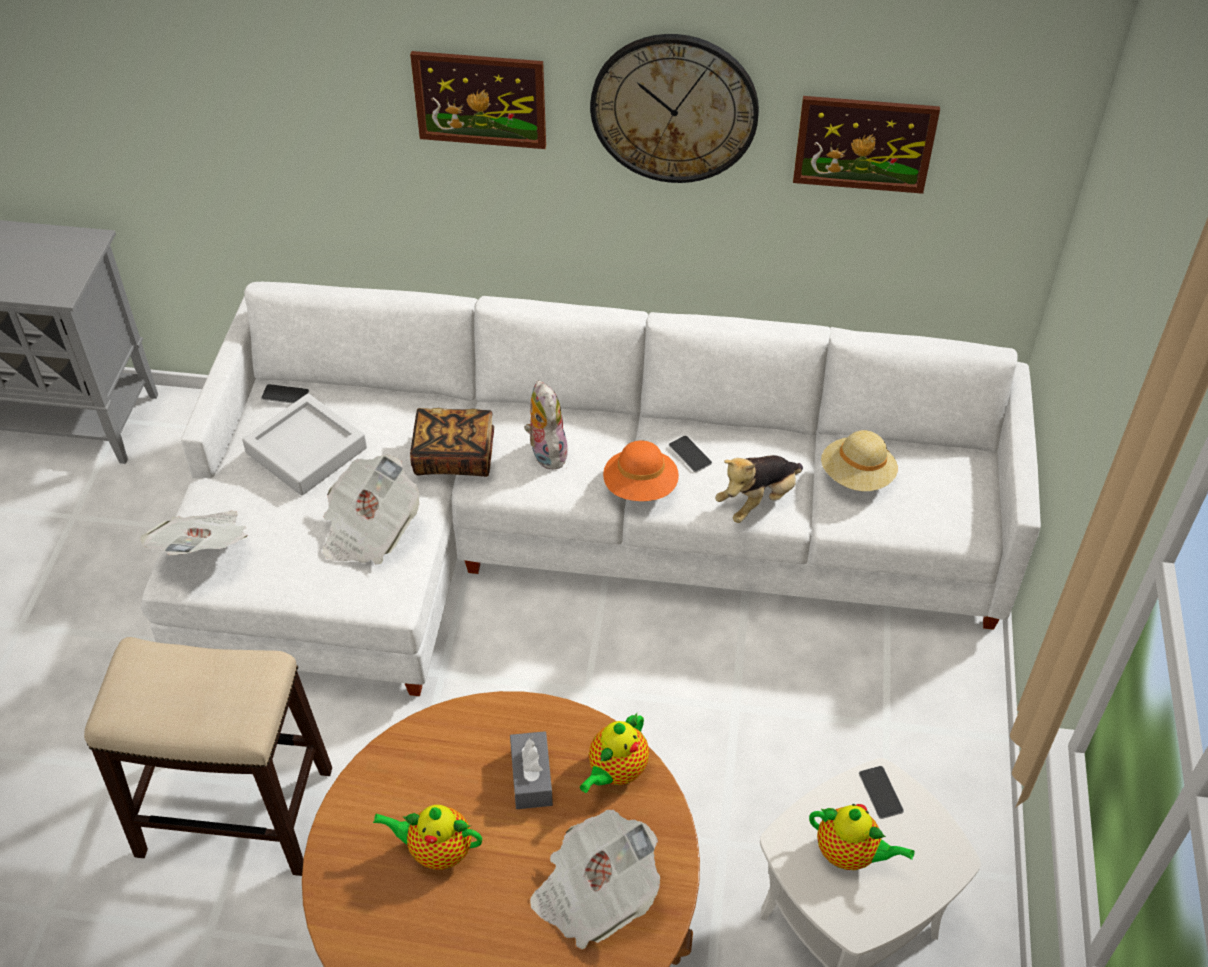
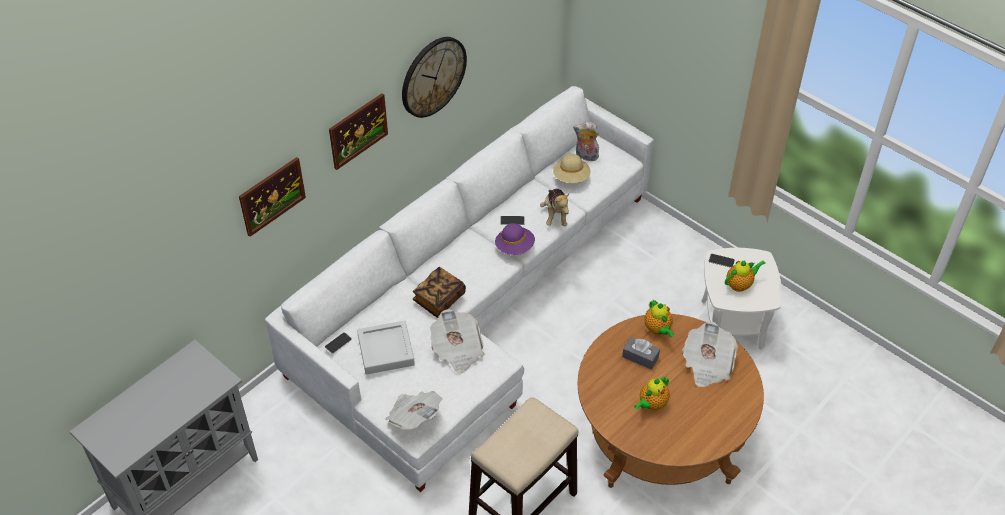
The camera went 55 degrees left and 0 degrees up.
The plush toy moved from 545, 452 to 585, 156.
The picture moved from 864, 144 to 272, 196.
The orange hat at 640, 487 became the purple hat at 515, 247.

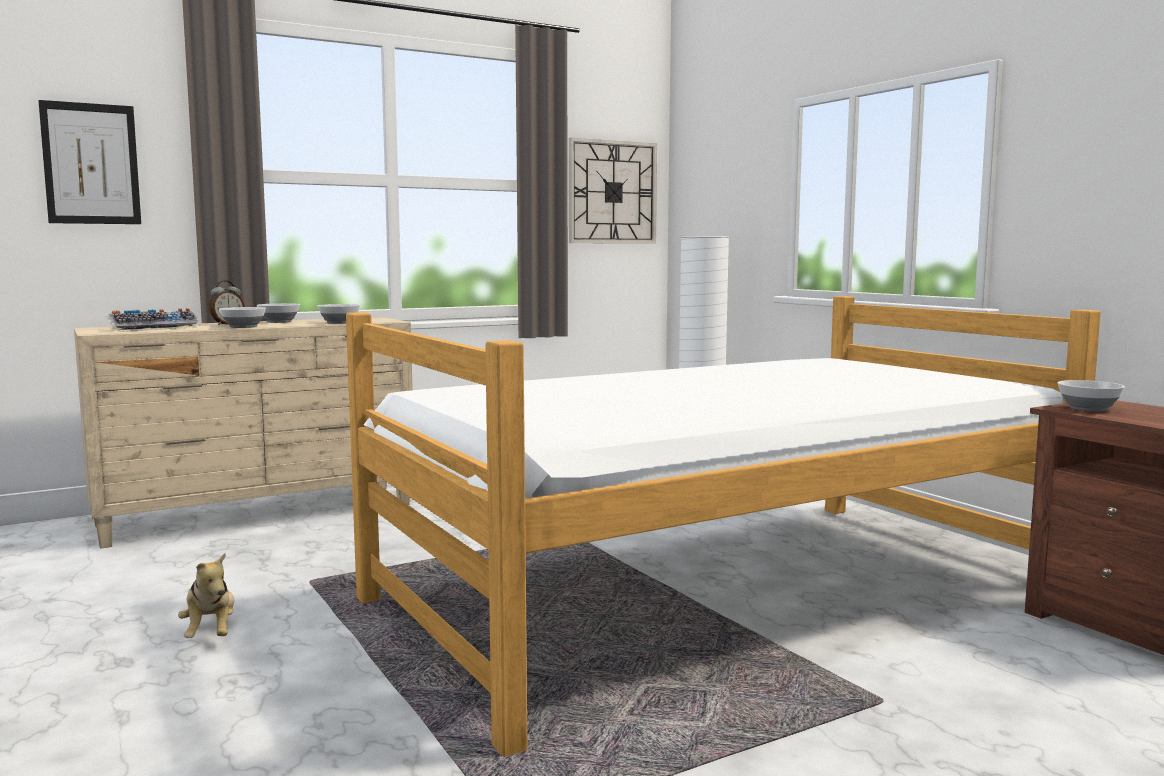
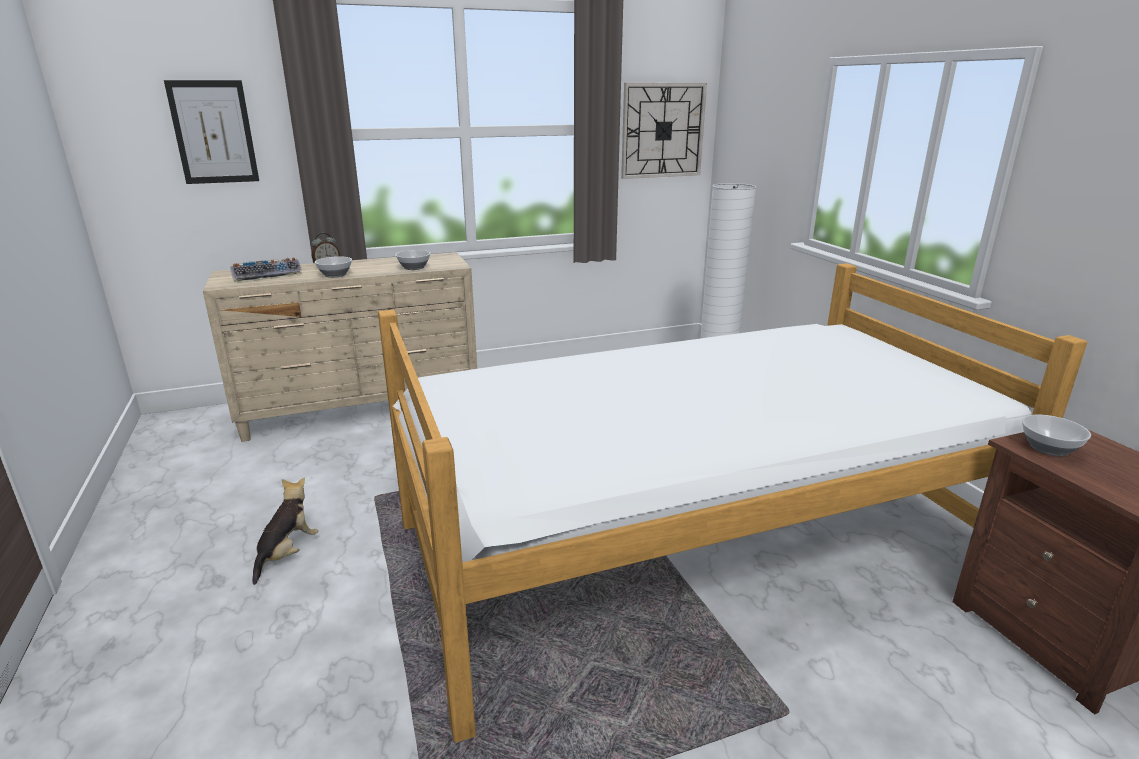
The camera went 10 degrees right and 15 degrees up.
The bowl at 280, 322 disappeared.
The plush toy at 211, 633 turned 150 degrees counterclockwise.

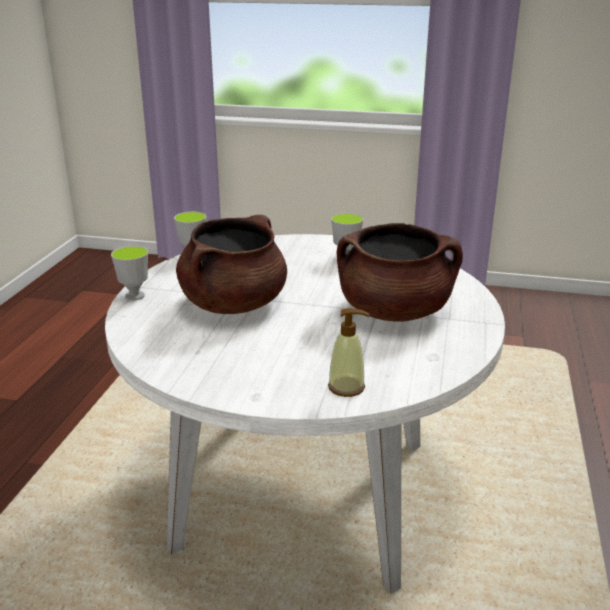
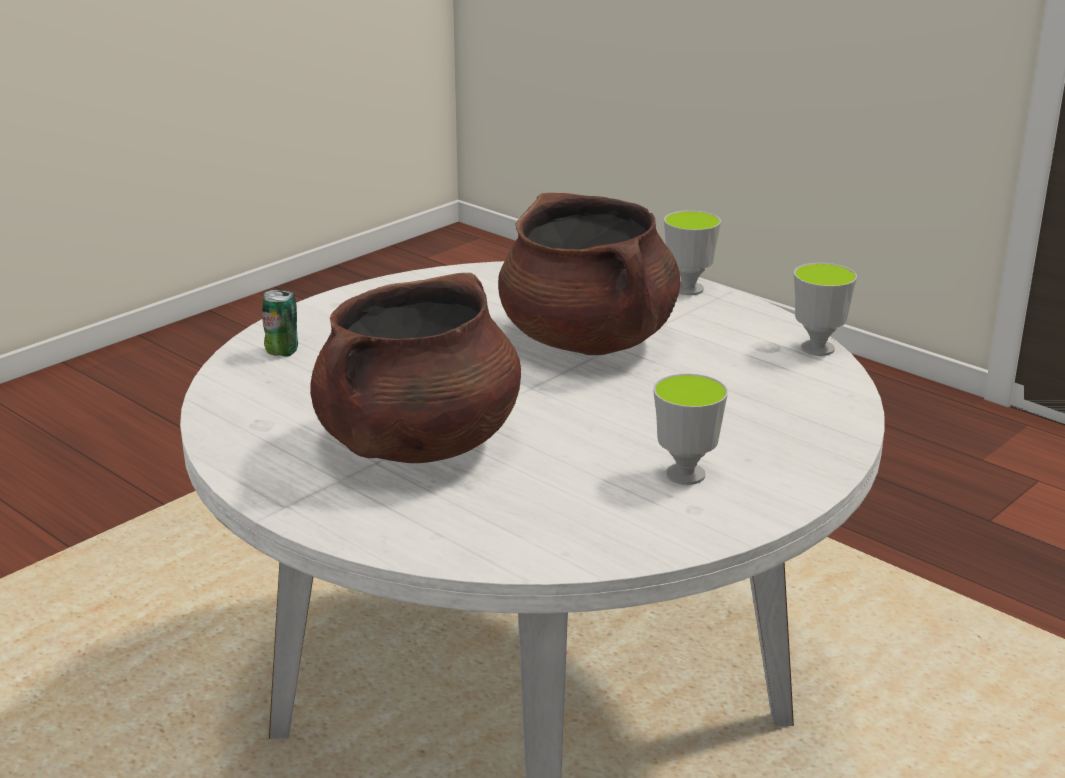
The camera went 120 degrees right and 0 degrees up.
The soap dispenser at 346, 387 was replaced by the can at 282, 351.

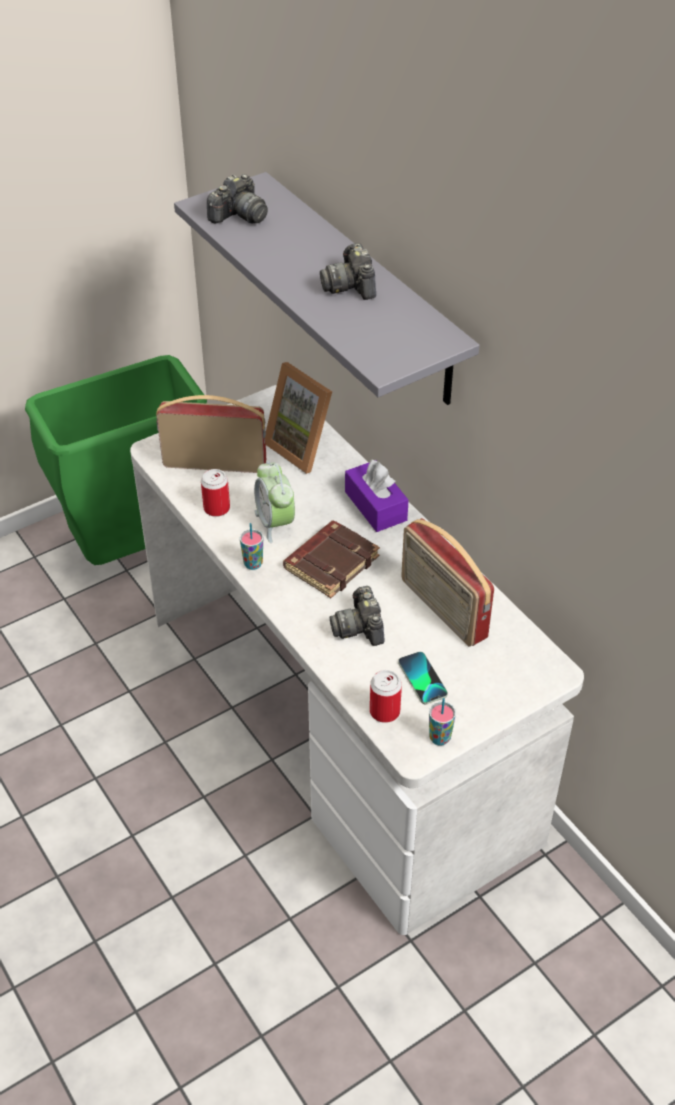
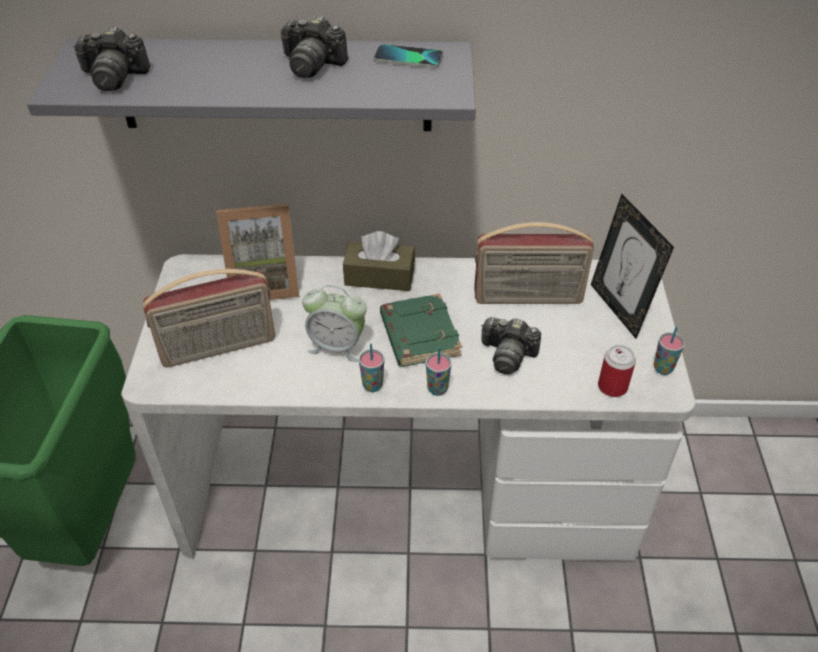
The camera went 55 degrees left and 0 degrees up.
The can at 216, 508 disappeared.
The cup at 437, 389 appeared.
The picture frame at 618, 309 appeared.
The phone moved from 422, 679 to 408, 58.
The brown book at 331, 562 became the green book at 418, 335.
The purple tissue box at 375, 506 became the brown tissue box at 379, 276.
The radio at 215, 463 turned 150 degrees counterclockwise.
The photo camera at 239, 216 turned 105 degrees clockwise.

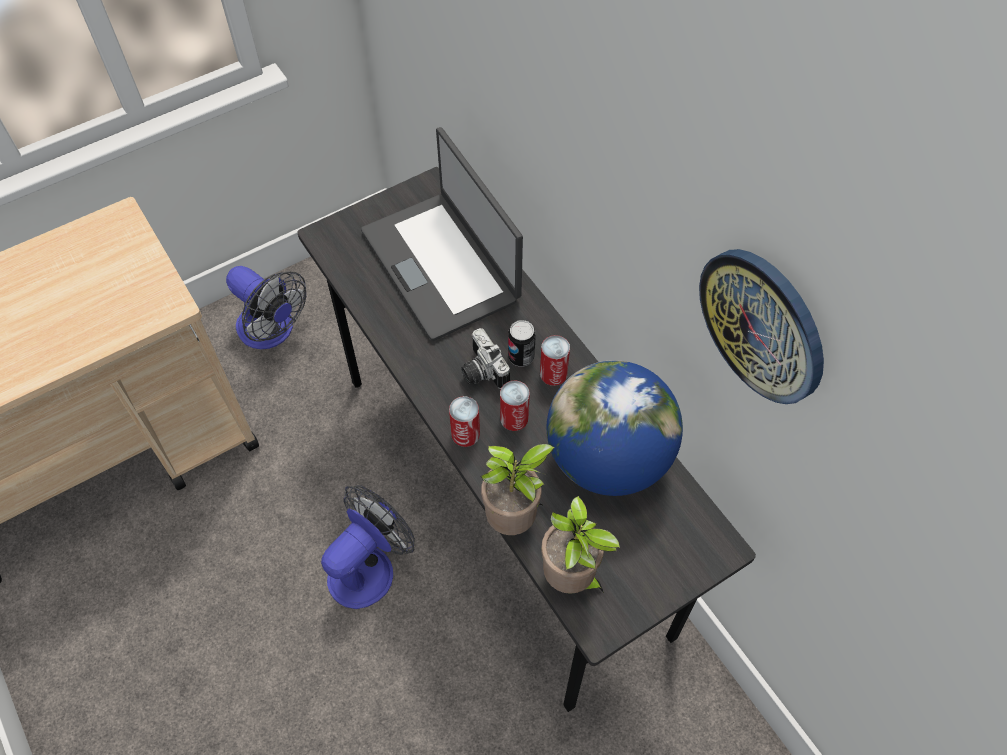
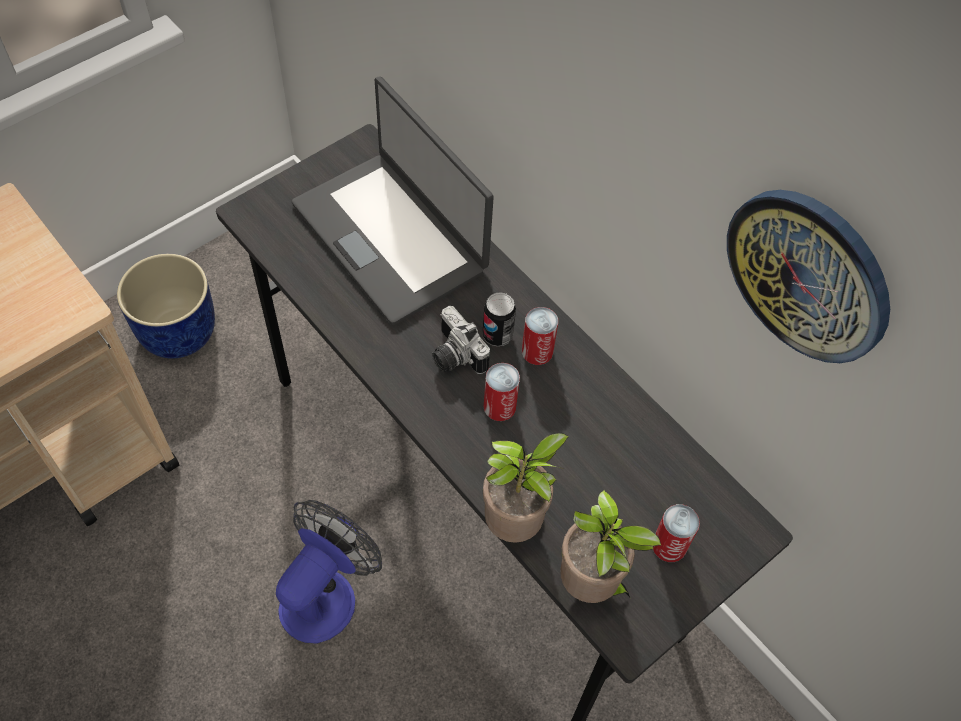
The camera went 10 degrees left and 0 degrees up.
The globe at 608, 458 disappeared.
The can moved from 465, 434 to 669, 545.
The fan at 272, 331 was replaced by the blue planter at 178, 330.

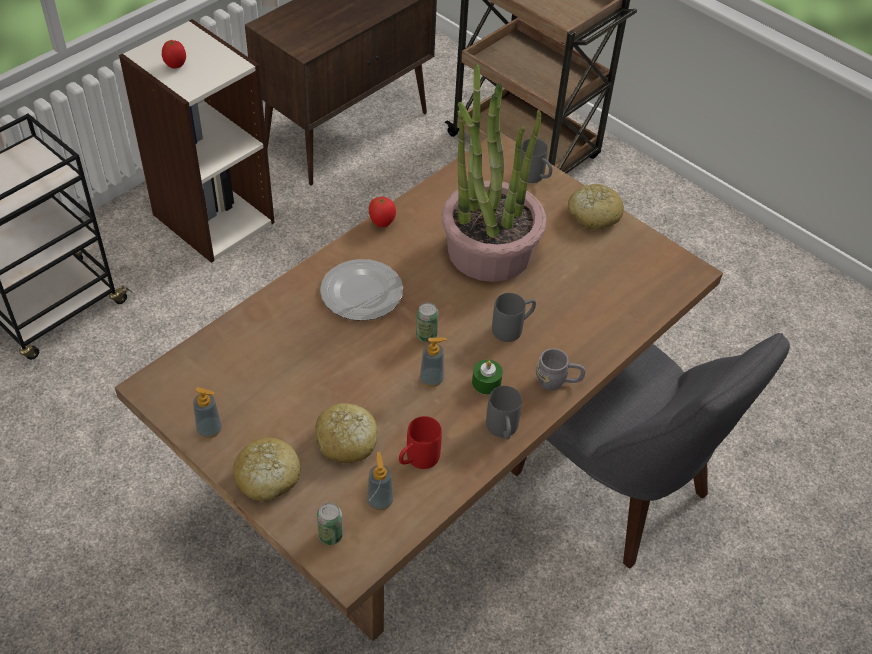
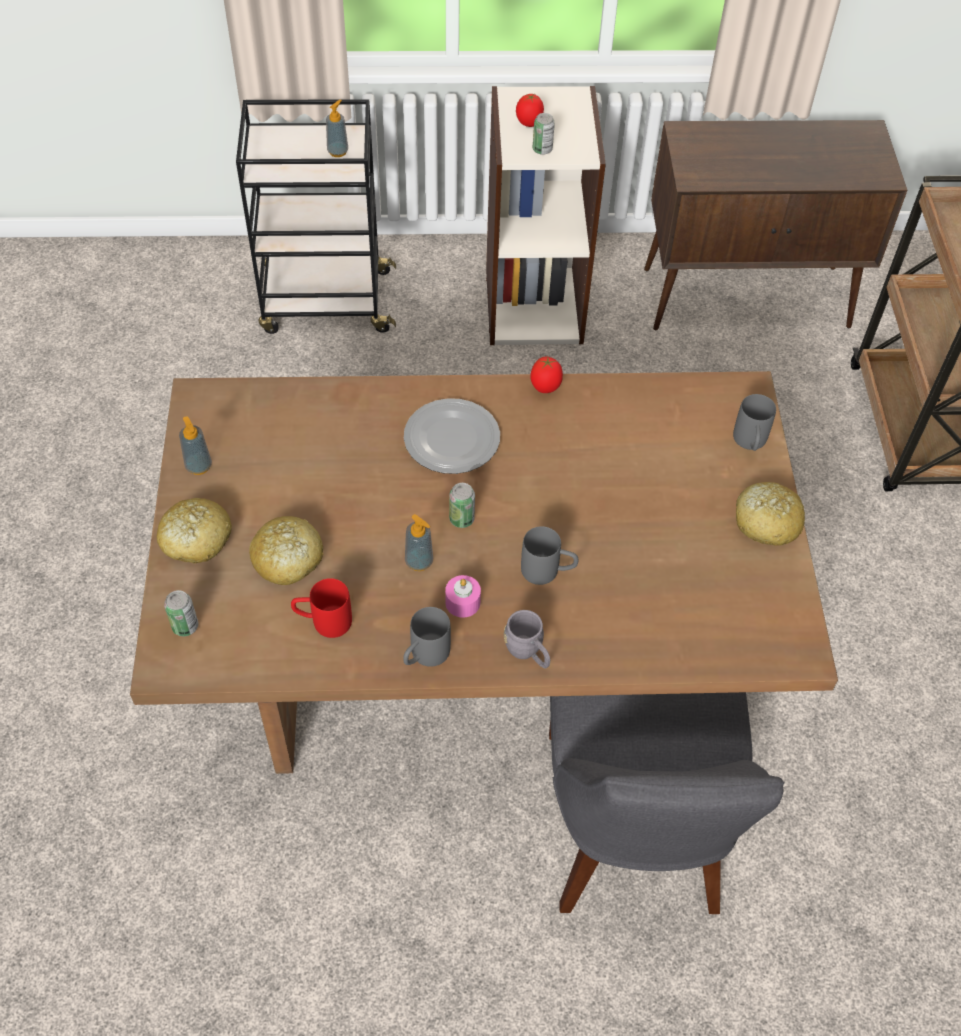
The camera went 45 degrees right and 5 degrees up.
The potted plant at 489, 250 disappeared.
The can at 542, 149 appeared.
The soap dispenser moved from 380, 501 to 338, 151.
The green candle at 486, 383 became the pink candle at 462, 602.

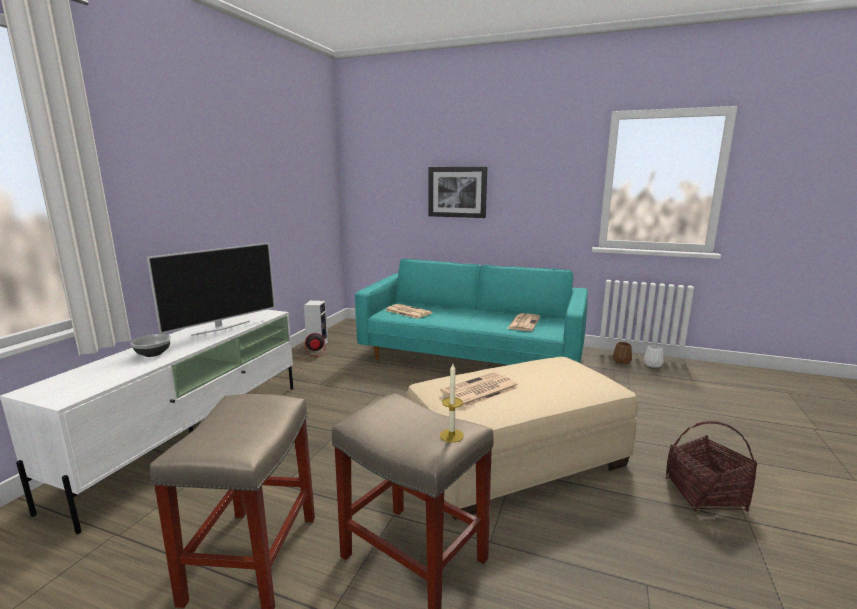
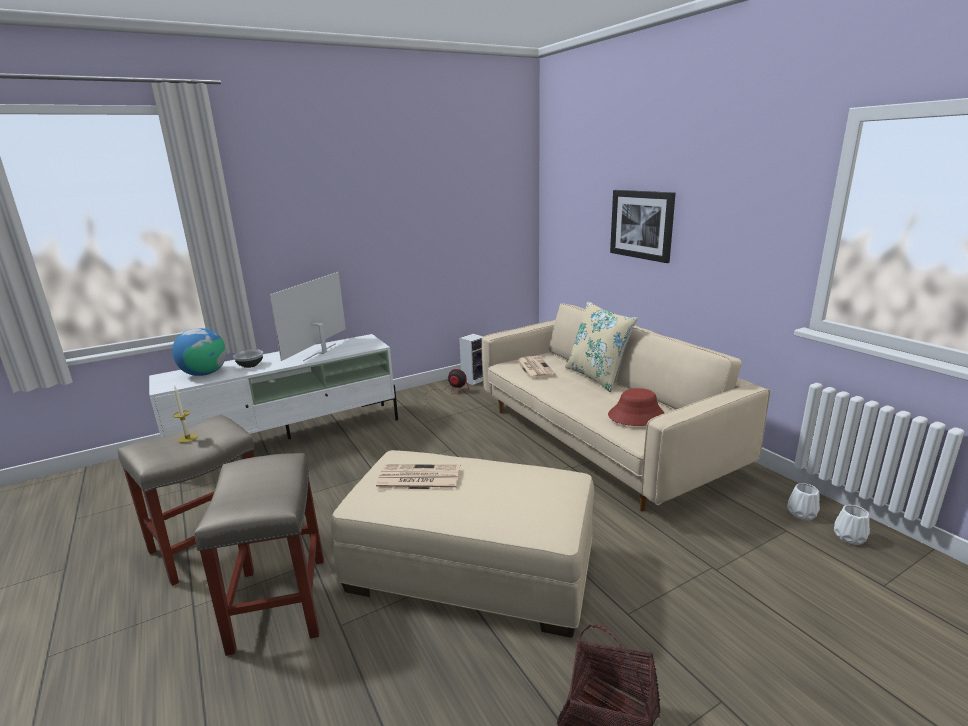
The camera went 40 degrees right and 5 degrees up.
The globe at 204, 373 appeared.
The beige pillow at 597, 376 appeared.
The candle moved from 451, 435 to 187, 438.
The newspaper at 523, 322 was replaced by the red hat at 636, 416.
The turquoise sofa at 471, 356 became the beige sofa at 600, 439.
The brown vase at 622, 361 became the white vase at 802, 514.
The television at 221, 328 turned 120 degrees clockwise.

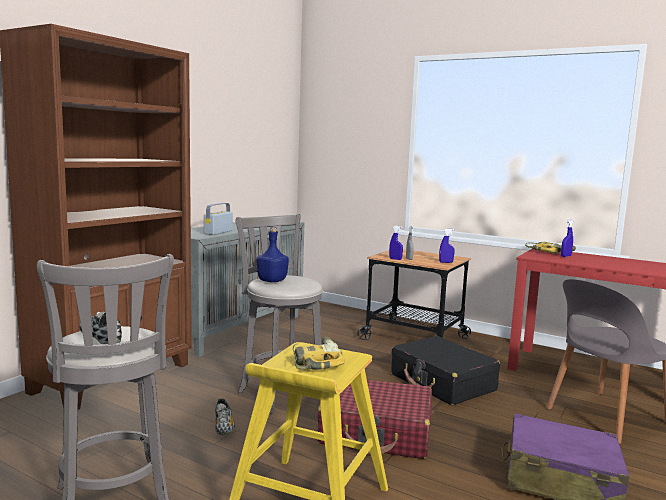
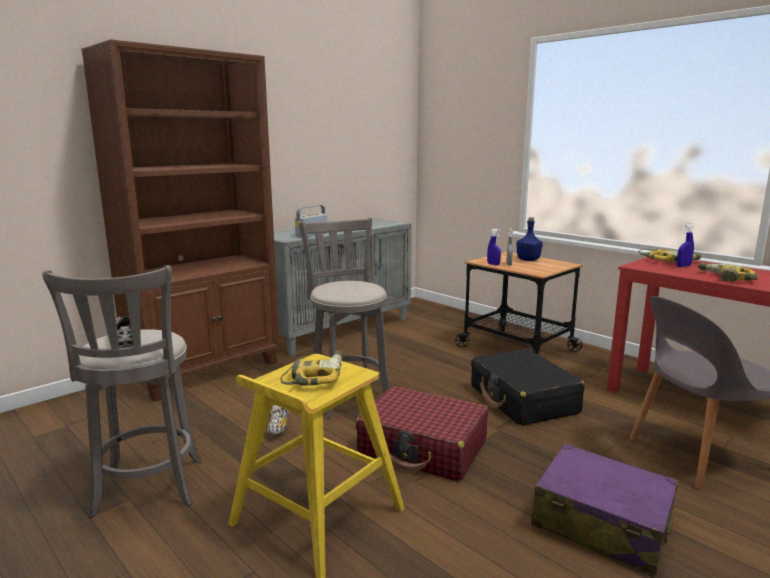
The camera went 15 degrees right and 5 degrees up.
The blue spray bottle at 446, 262 disappeared.
The power drill at 725, 278 appeared.
The blue bottle moved from 272, 281 to 528, 260.

